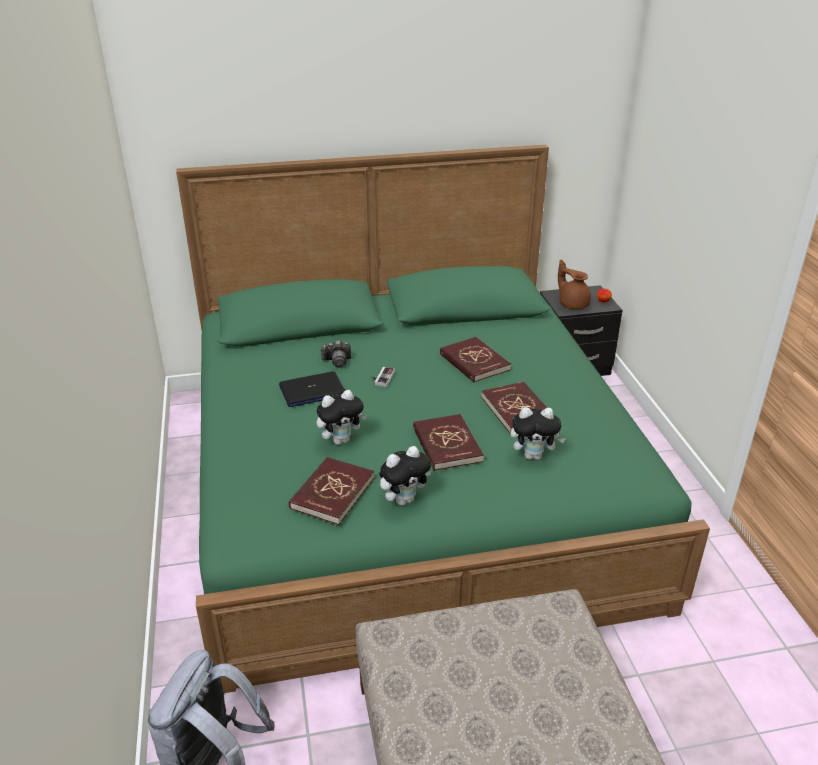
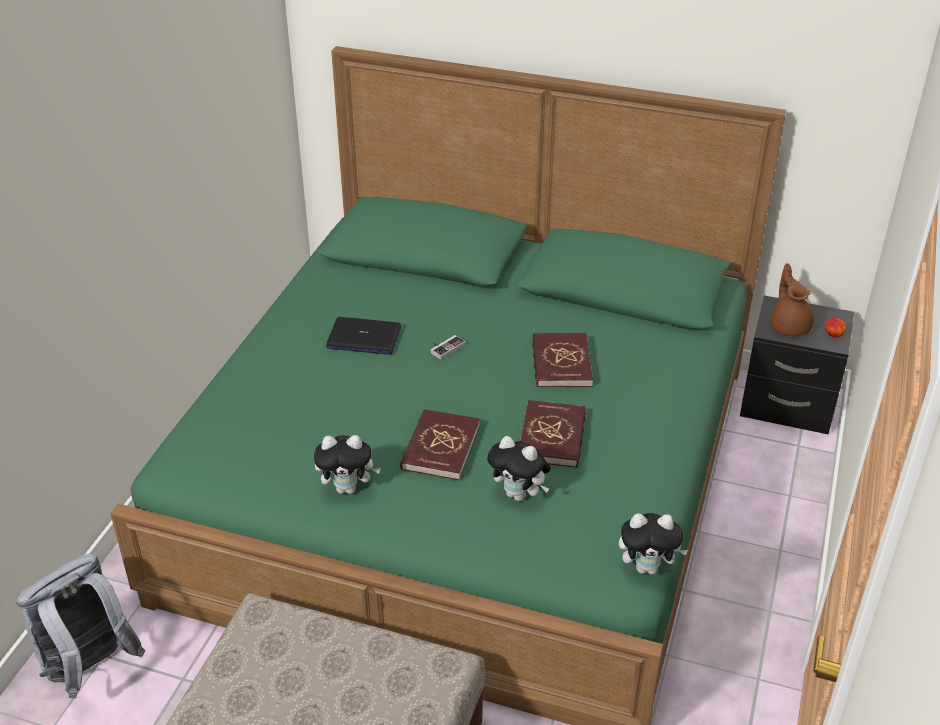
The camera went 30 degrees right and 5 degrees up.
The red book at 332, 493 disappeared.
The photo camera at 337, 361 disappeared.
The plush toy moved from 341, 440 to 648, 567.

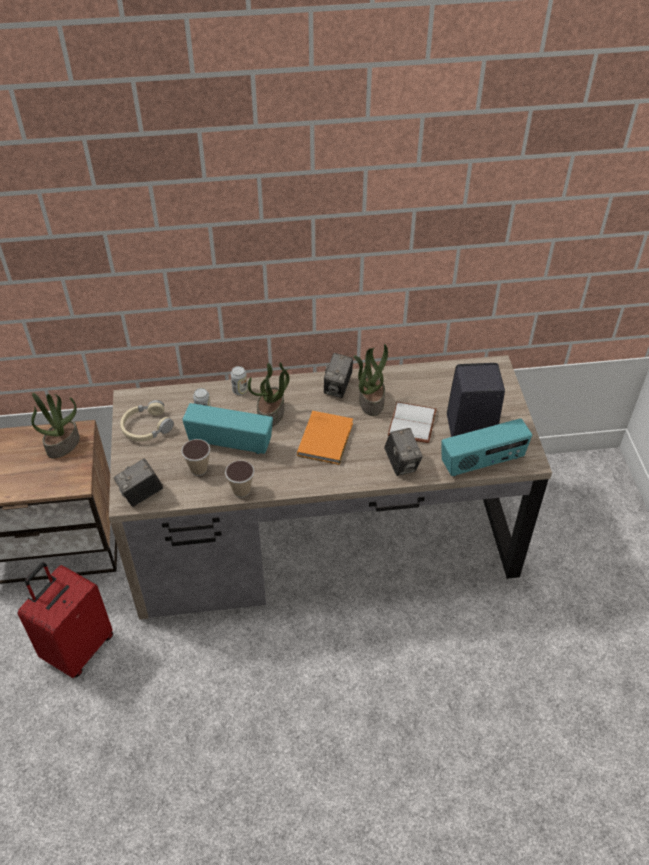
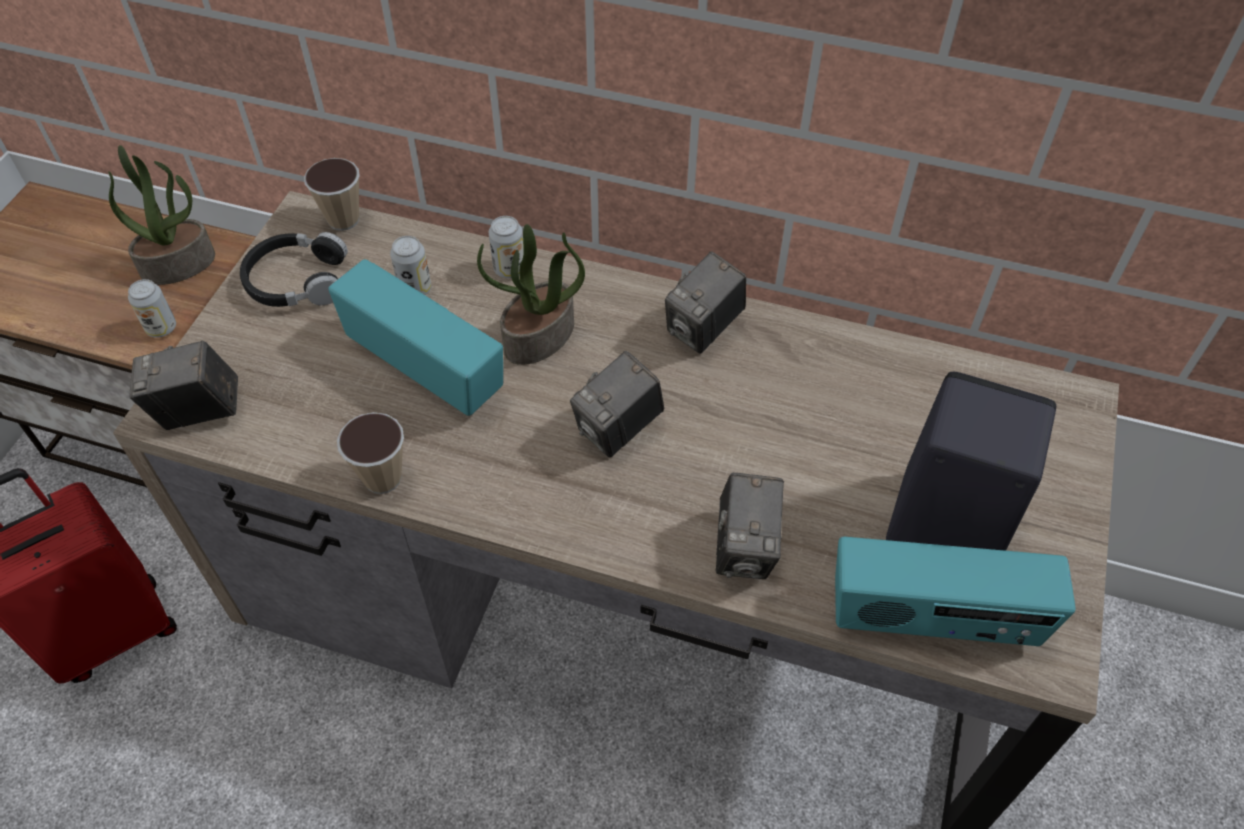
The camera went 25 degrees right and 5 degrees up.
The potted plant at 371, 401 disappeared.
The white book at 413, 424 disappeared.
The can at 161, 328 appeared.
The cup moved from 199, 469 to 343, 219.
The orange book at 327, 438 was replaced by the photo camera at 618, 429.
The beige headphones at 146, 427 became the black headphones at 296, 281.

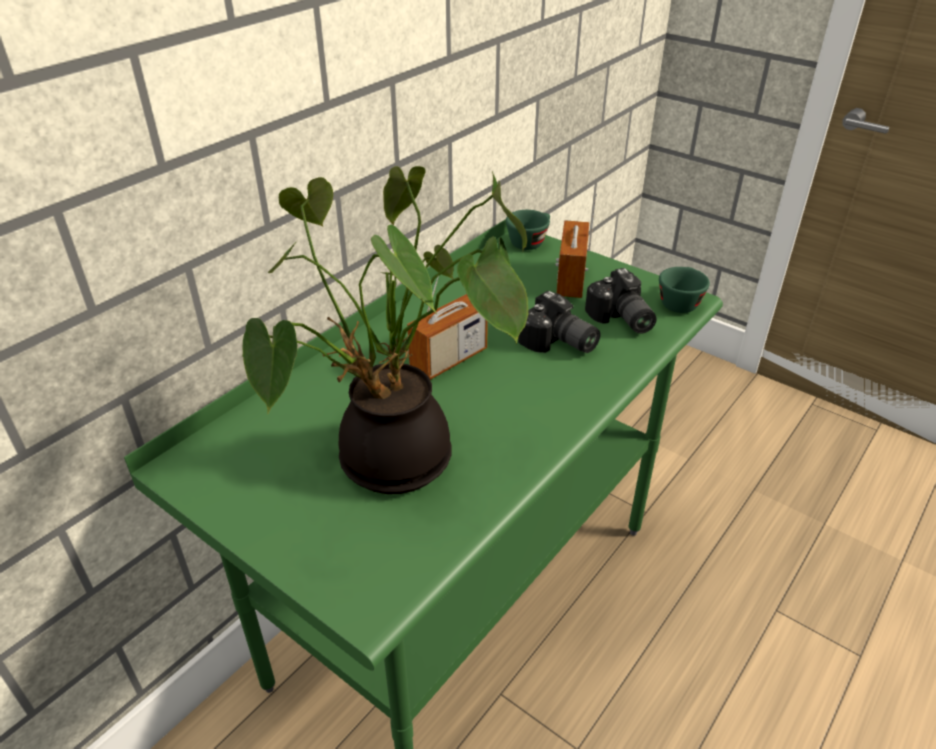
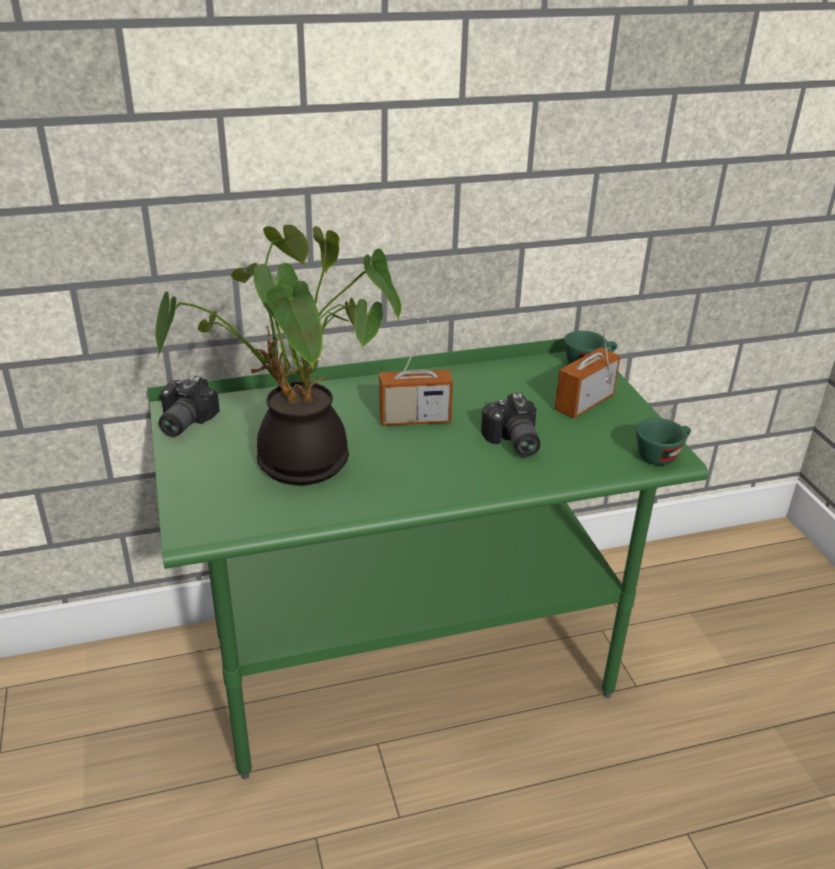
The camera went 35 degrees right and 5 degrees down.
The photo camera moved from 620, 320 to 181, 422.

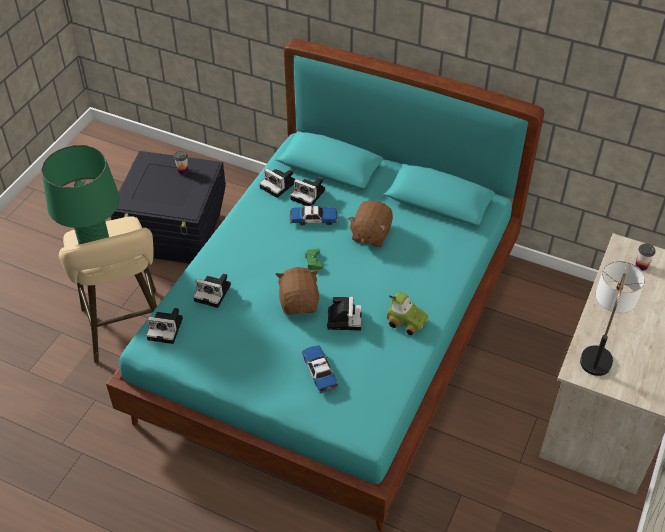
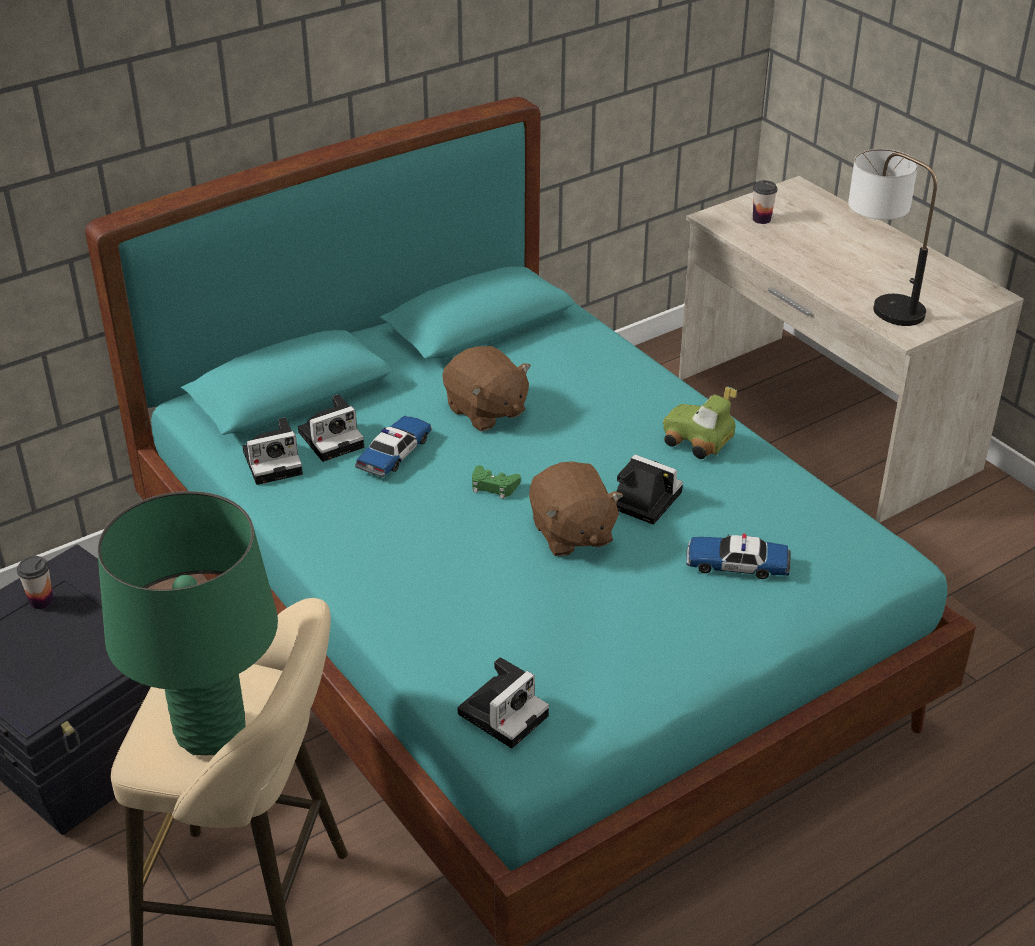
The camera went 60 degrees left and 10 degrees down.
The photo camera at 214, 292 disappeared.
The brown plush toy at 299, 302 turned 135 degrees counterclockwise.
The toy car at 407, 320 turned 120 degrees counterclockwise.

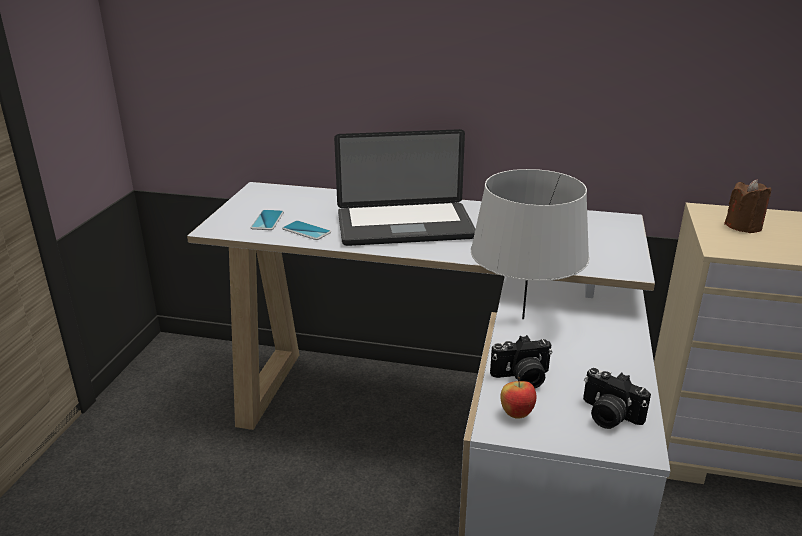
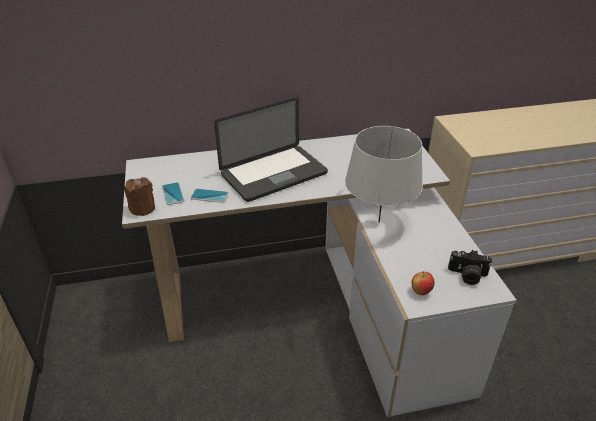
The camera went 25 degrees left and 10 degrees up.
The photo camera at 522, 378 disappeared.
The brown candle moved from 743, 226 to 142, 208.

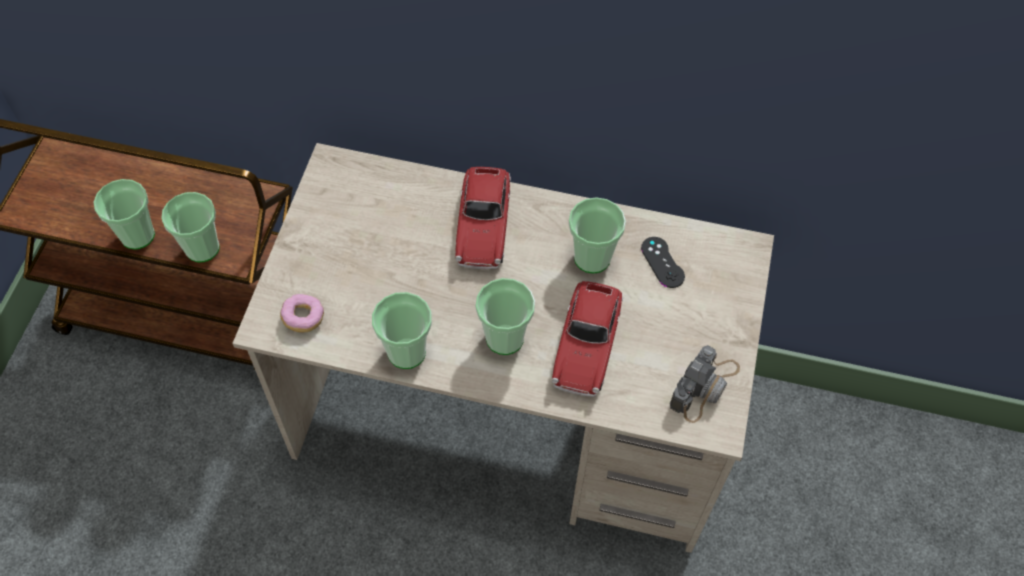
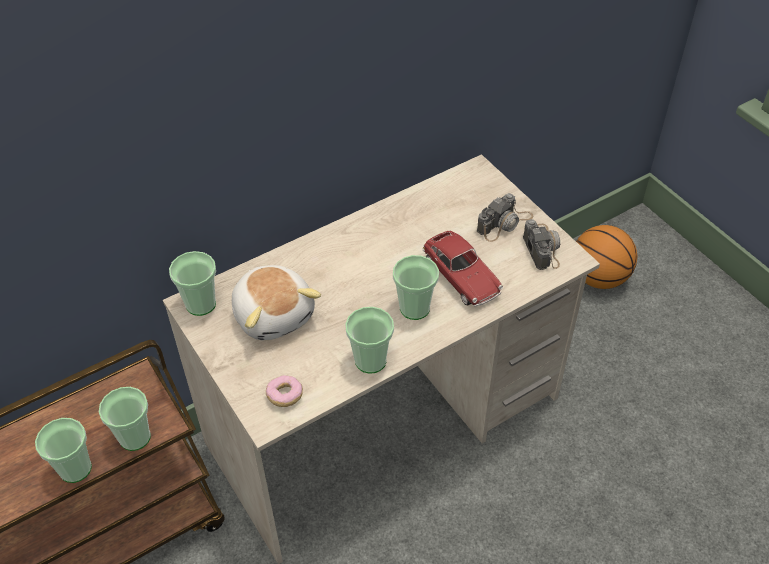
The camera went 45 degrees left and 10 degrees down.
The toy car at 483, 226 disappeared.
The black game controller at 662, 262 disappeared.
The plush toy at 274, 314 appeared.
The photo camera at 504, 223 appeared.
The basketball at 598, 277 appeared.
The cup moved from 592, 258 to 201, 304.

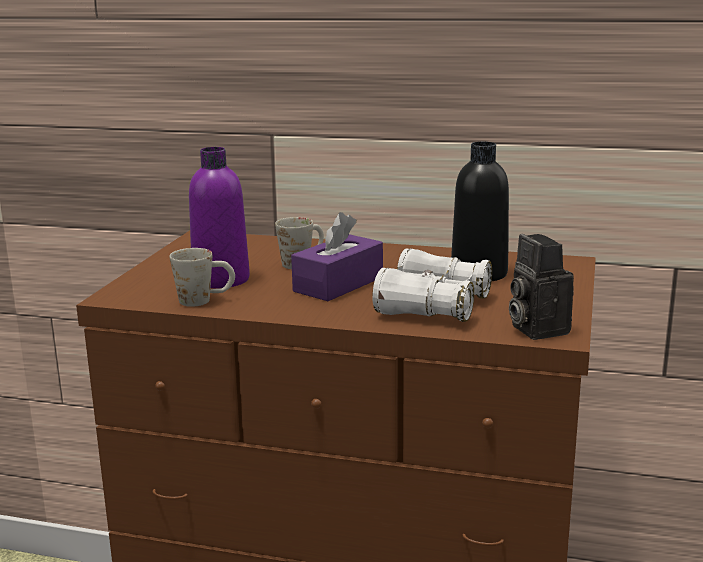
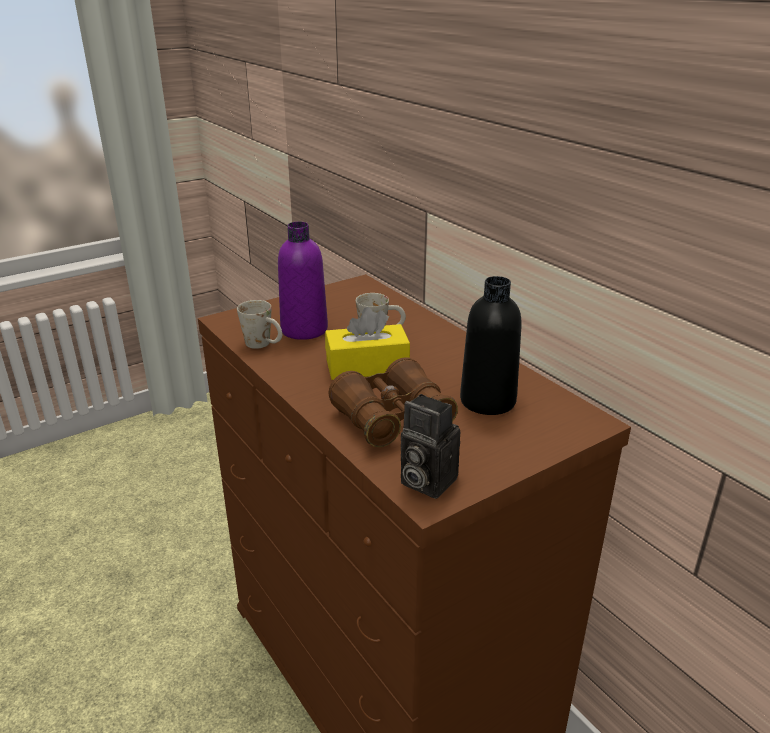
The camera went 40 degrees right and 10 degrees up.
The purple tissue box at 338, 284 became the yellow tissue box at 367, 366.
The white binoculars at 433, 306 became the brown binoculars at 392, 418.
The photo camera at 535, 328 turned 75 degrees counterclockwise.

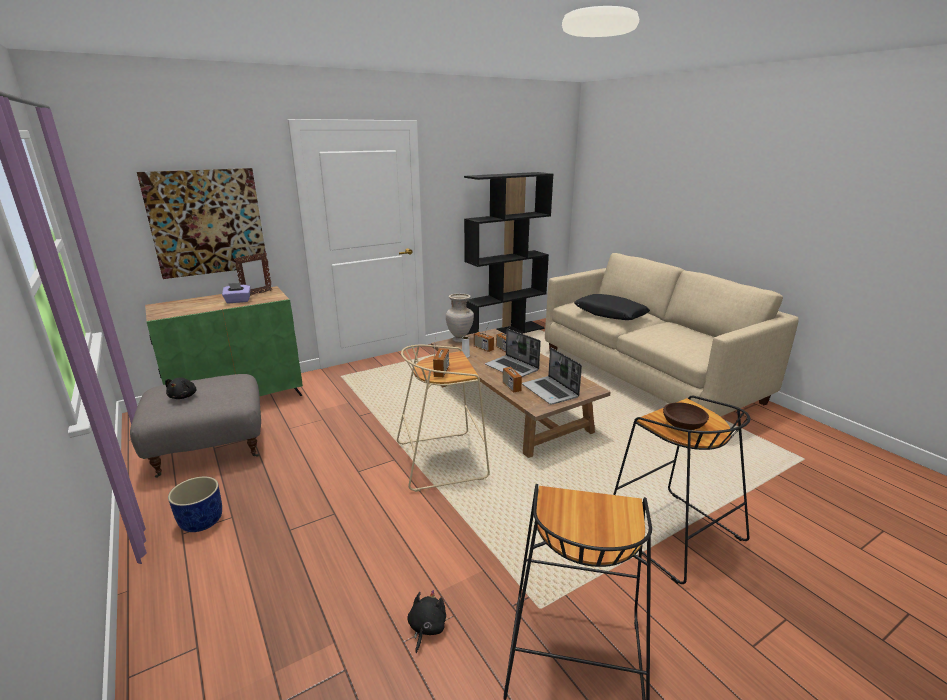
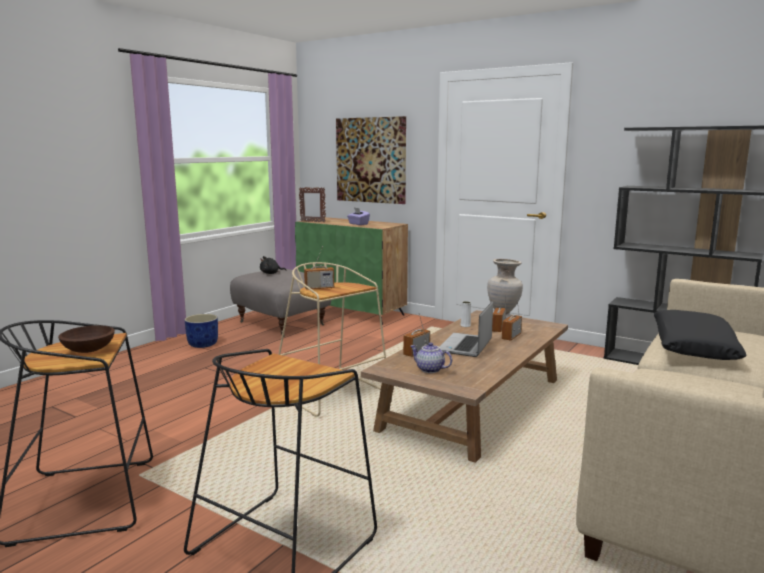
The camera went 65 degrees right and 10 degrees down.
The black plush toy at 426, 628 disappeared.
The picture frame moved from 257, 294 to 312, 221.
The brown bowl moved from 684, 426 to 88, 350.
The laptop at 550, 391 was replaced by the teapot at 429, 370.

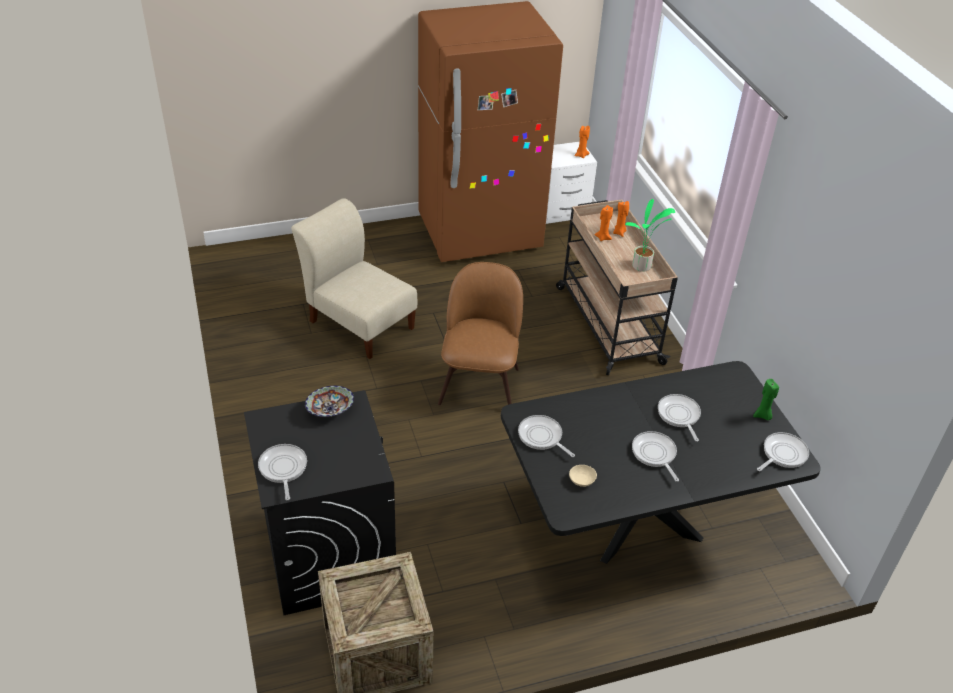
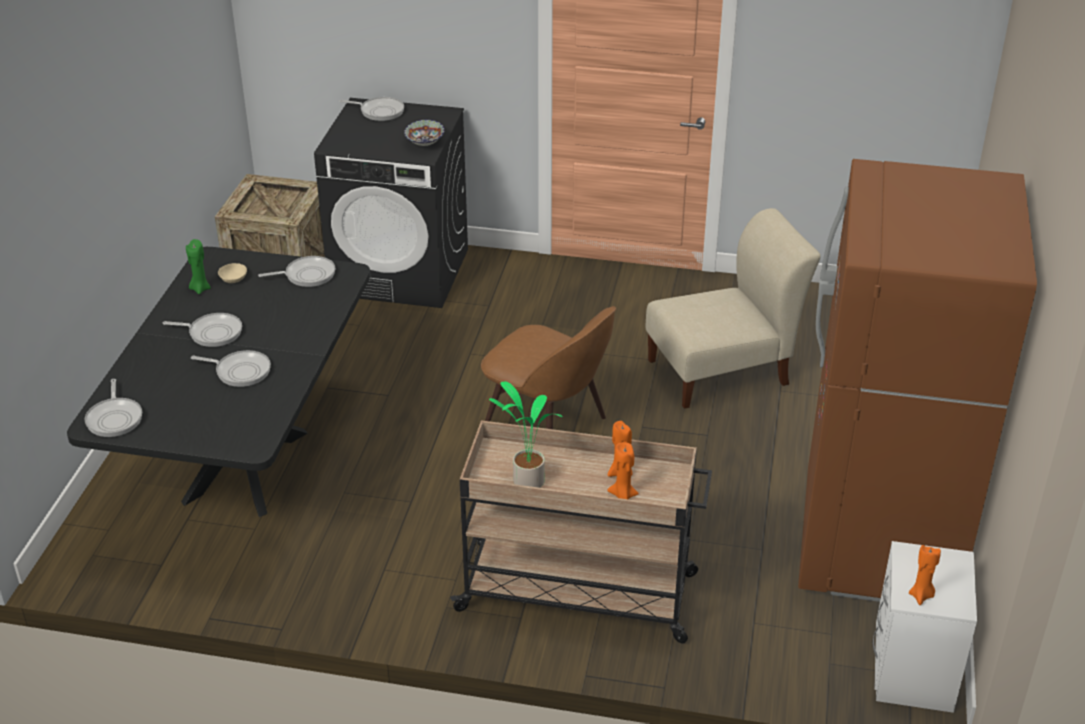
The camera went 120 degrees right and 5 degrees down.
The green candle moved from 763, 415 to 200, 288.

